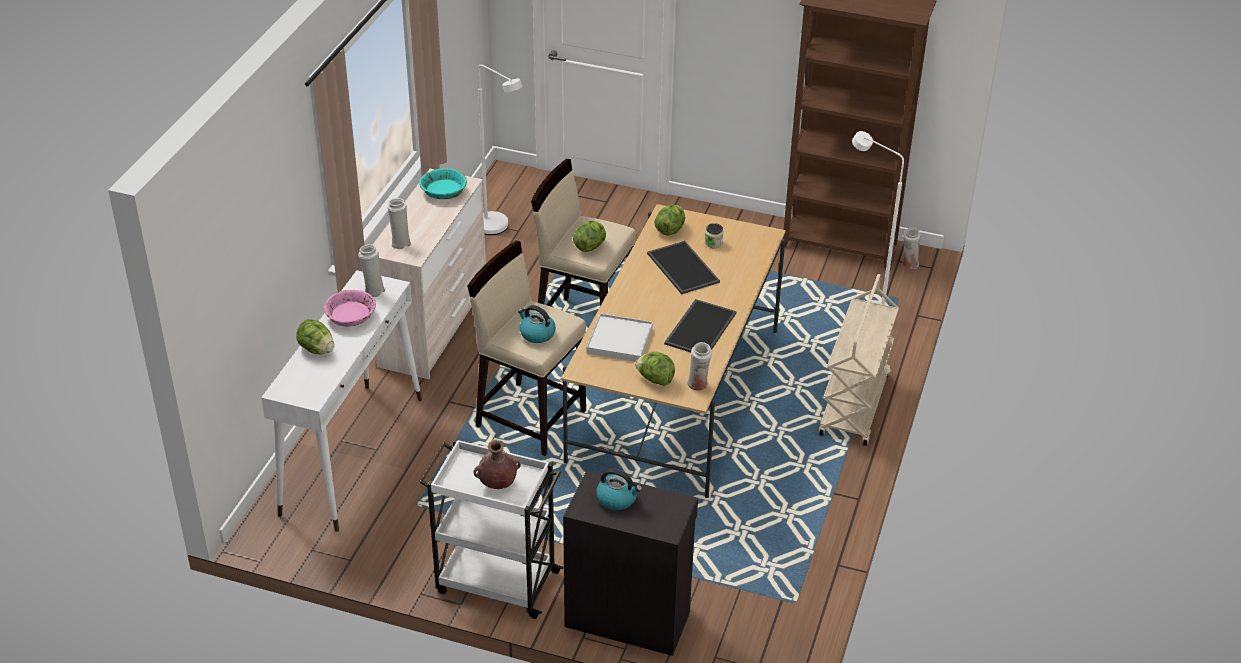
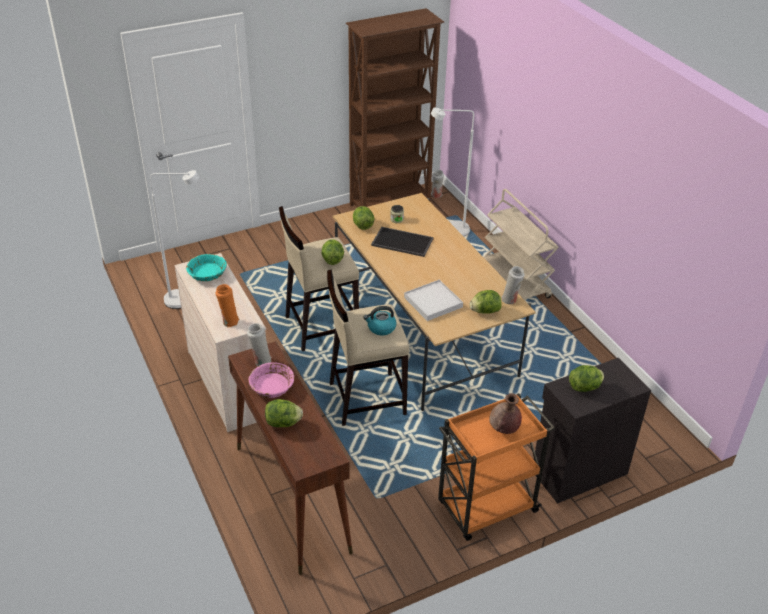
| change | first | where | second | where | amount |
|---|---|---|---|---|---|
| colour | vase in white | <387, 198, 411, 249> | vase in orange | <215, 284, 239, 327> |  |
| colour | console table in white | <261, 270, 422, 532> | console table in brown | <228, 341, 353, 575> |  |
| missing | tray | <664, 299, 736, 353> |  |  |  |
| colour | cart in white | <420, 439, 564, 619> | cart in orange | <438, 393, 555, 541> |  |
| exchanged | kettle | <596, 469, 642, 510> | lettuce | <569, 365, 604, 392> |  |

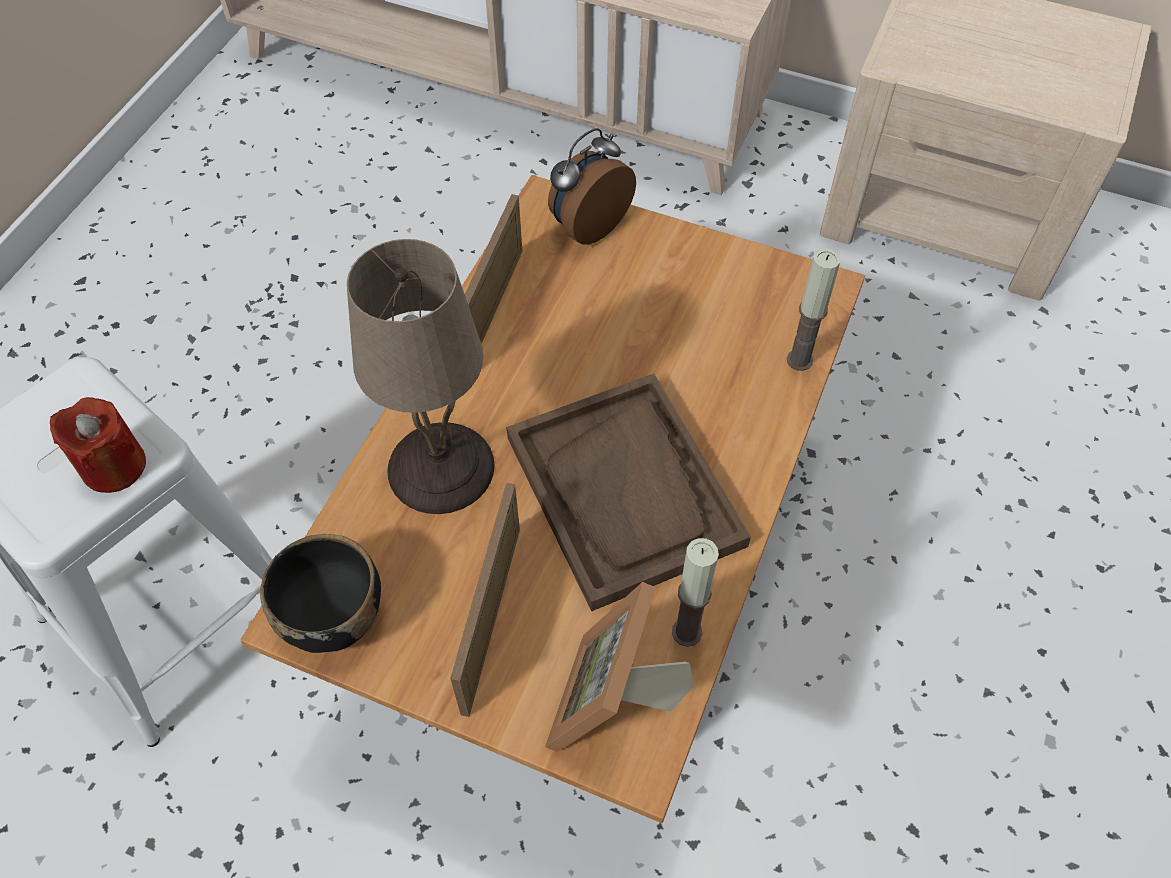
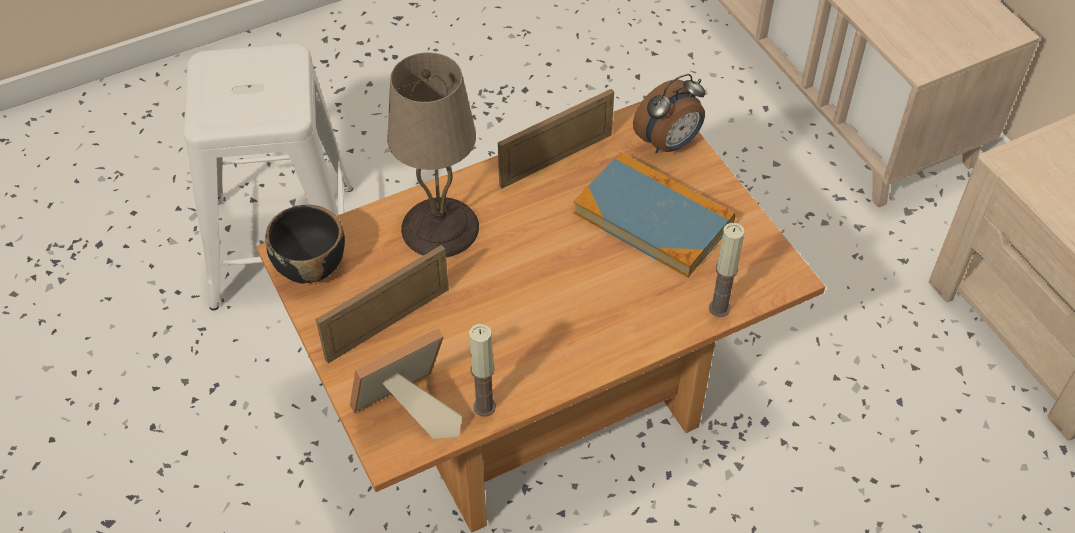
| change | first | where | second | where | amount |
|---|---|---|---|---|---|
| spun | alarm clock | <548, 128, 636, 244> |  | <633, 74, 706, 153> | 150 degrees clockwise |
| missing | tray in brown | <506, 374, 751, 612> |  |  |  |
| missing | candle in red | <50, 397, 146, 493> |  |  |  |
| appeared |  |  | book | <573, 152, 736, 277> |  |

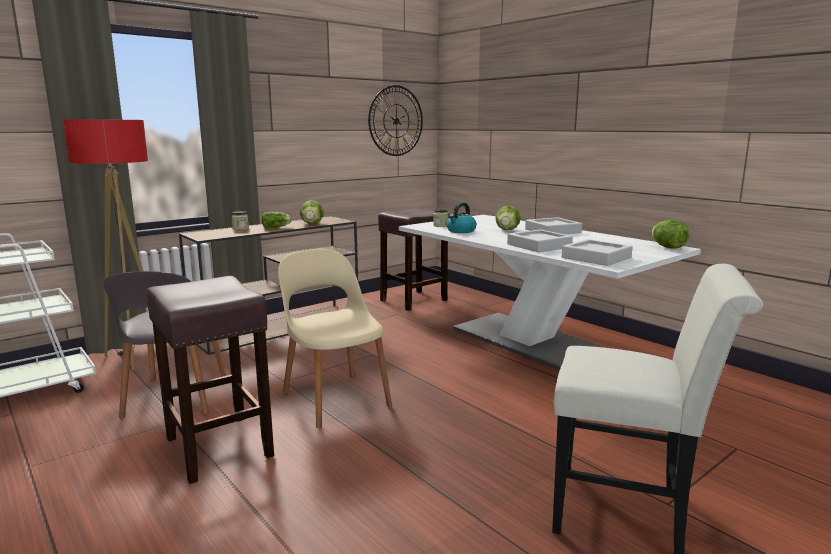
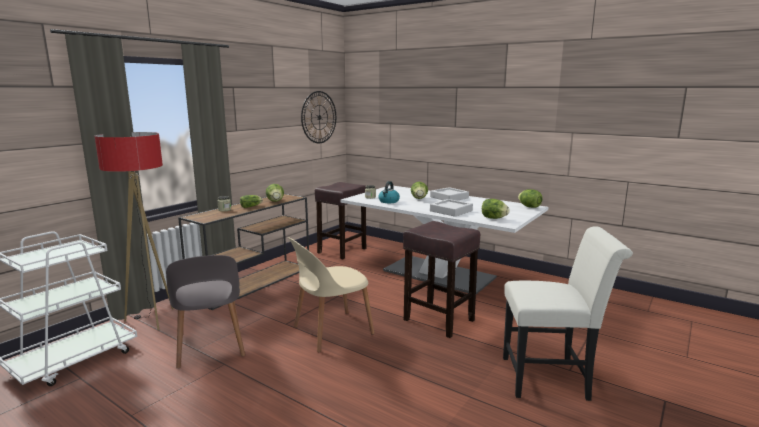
| change | first | where | second | where | amount |
|---|---|---|---|---|---|
| exchanged | tray in grey | <562, 239, 633, 266> | lettuce | <482, 199, 510, 219> |  |
| spun | chair in beige | <278, 249, 392, 428> |  | <288, 237, 375, 352> | 75 degrees counterclockwise |
| relocated | stool in brown | <146, 276, 274, 484> |  | <403, 221, 480, 338> |  |

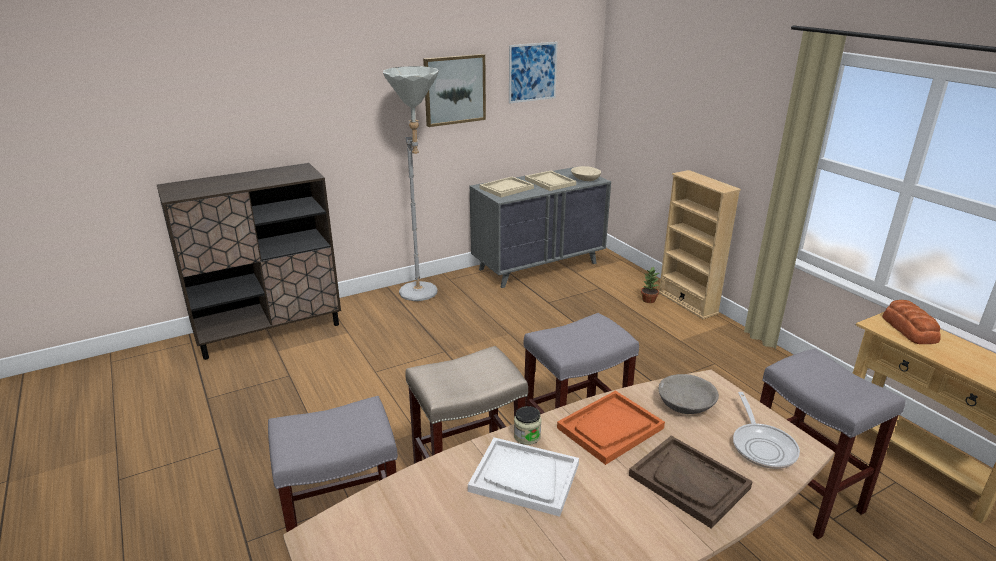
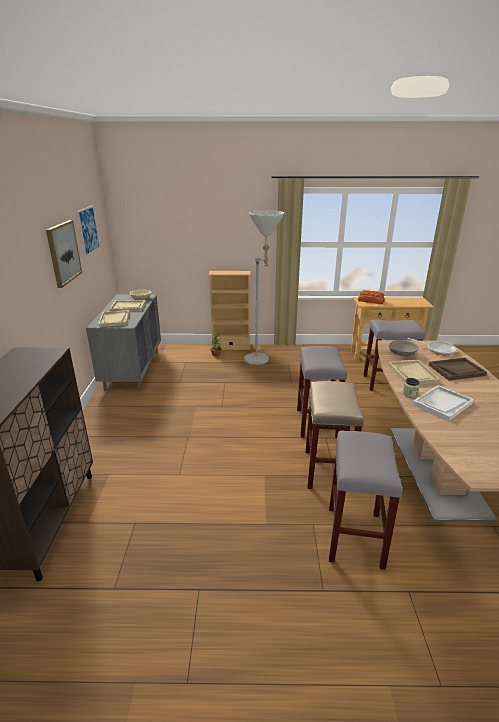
| change | first | where | second | where | amount |
|---|---|---|---|---|---|
| relocated | floor lamp in grey | <383, 66, 439, 301> |  | <244, 210, 284, 365> |  |
| colour | tray in orange | <557, 390, 665, 465> | tray in beige | <388, 360, 440, 385> |  |

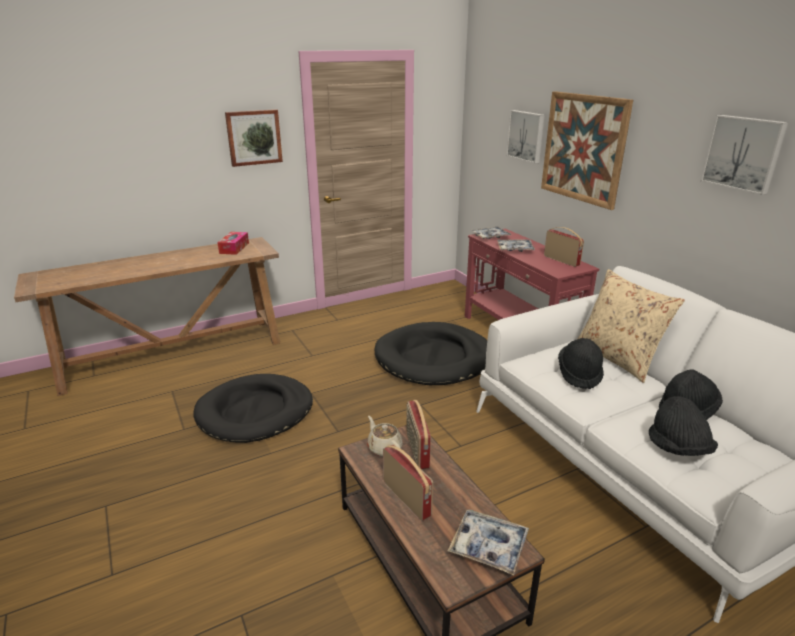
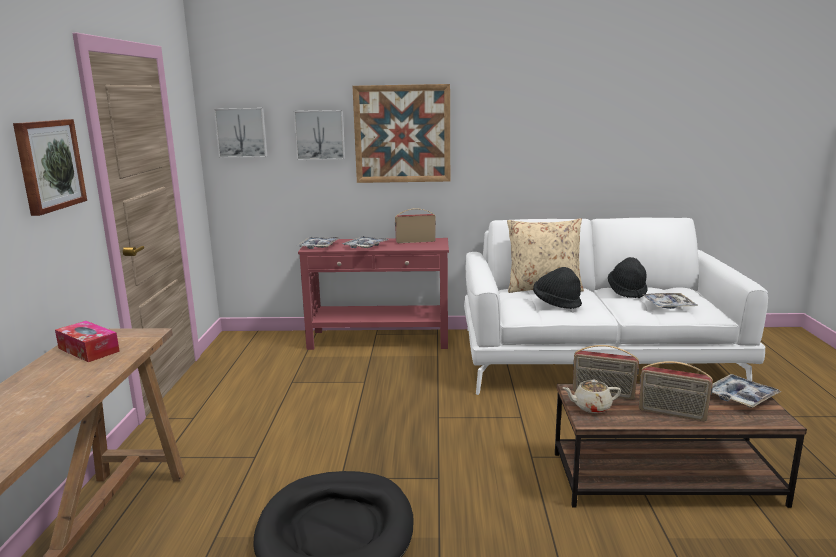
| change | first | where | second | where | amount |
|---|---|---|---|---|---|
| relocated | picture | <700, 115, 788, 195> |  | <214, 108, 268, 158> |  |
| missing | dog bed in black | <374, 322, 487, 385> |  |  |  |
| exchanged | hat in black | <649, 396, 718, 456> | tray | <643, 293, 698, 309> |  |
| spun | radio | <383, 445, 433, 521> |  | <638, 361, 713, 421> | 150 degrees counterclockwise |

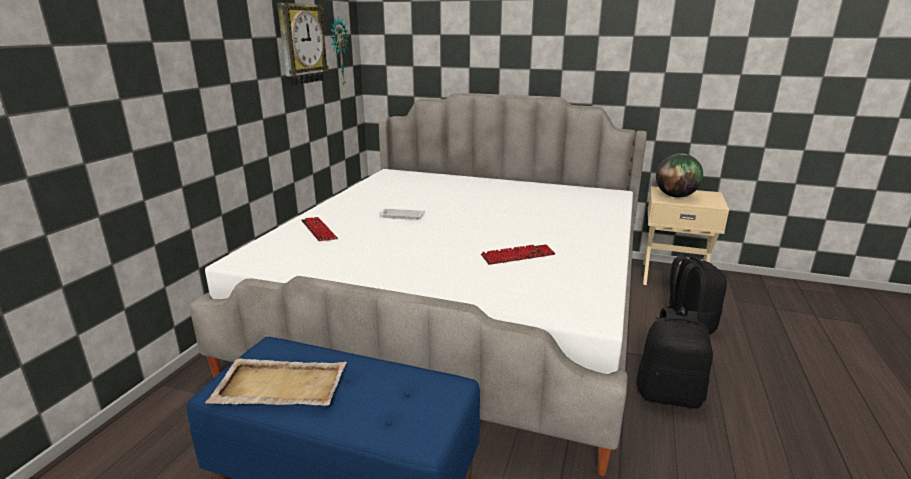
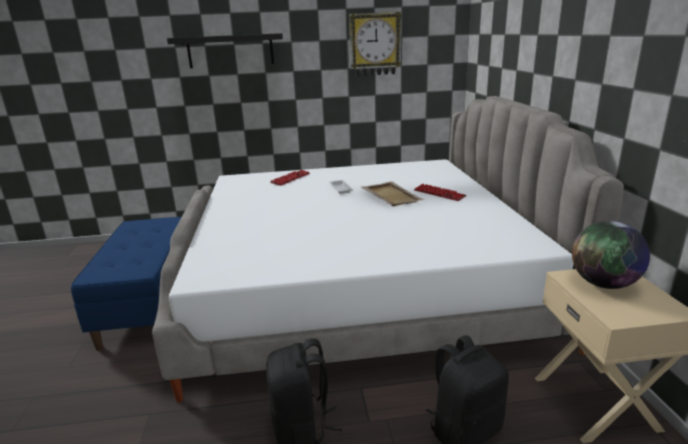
| change | first | where | second | where | amount |
|---|---|---|---|---|---|
| missing | wall clock | <330, 17, 349, 85> |  |  |  |
| relocated | keyboard | <481, 244, 555, 265> |  | <414, 184, 467, 201> |  |
| relocated | tray in beige | <205, 358, 347, 406> |  | <361, 181, 425, 206> |  |
| appeared |  |  | shelf in black | <167, 33, 283, 68> |  |

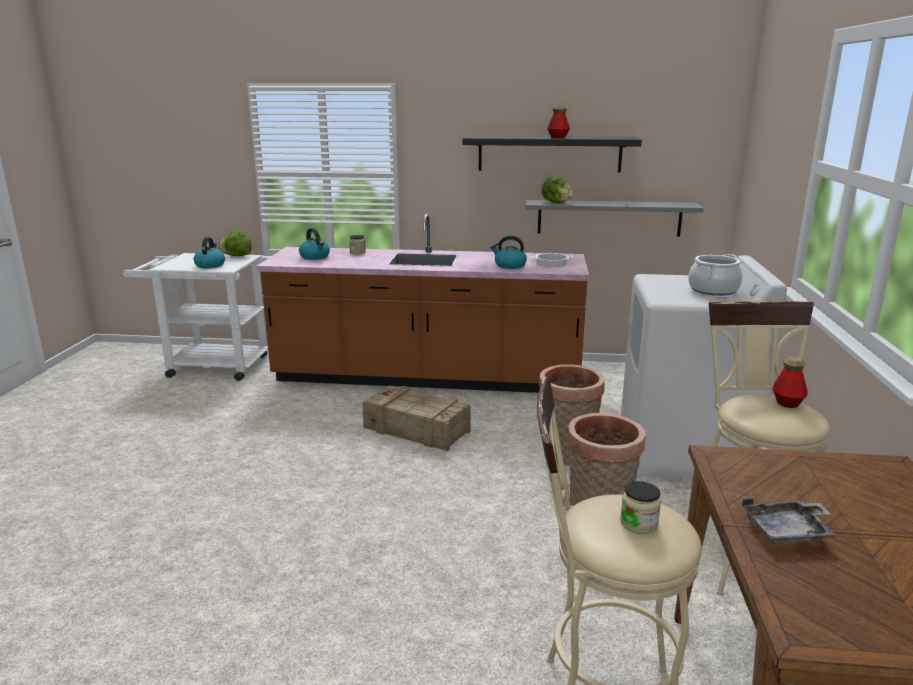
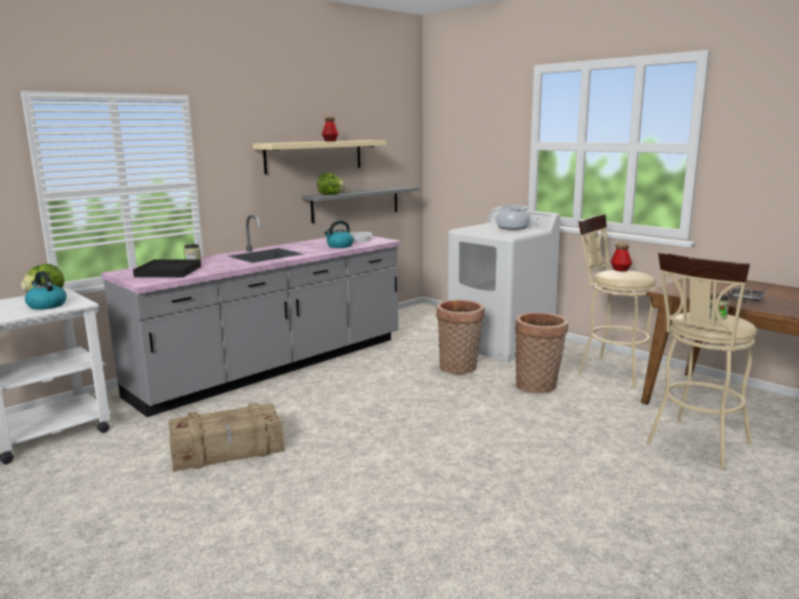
| change | first | where | second | where | amount |
|---|---|---|---|---|---|
| colour | shelf in black | <463, 136, 642, 173> | shelf in beige | <253, 140, 386, 174> |  |
| colour | counter in brown | <256, 214, 589, 393> | counter in grey | <101, 214, 401, 417> |  |
| exchanged | kettle | <299, 228, 330, 260> | tray in black | <133, 259, 201, 277> |  |
| relocated | crate | <362, 385, 471, 451> |  | <168, 402, 284, 472> |  |

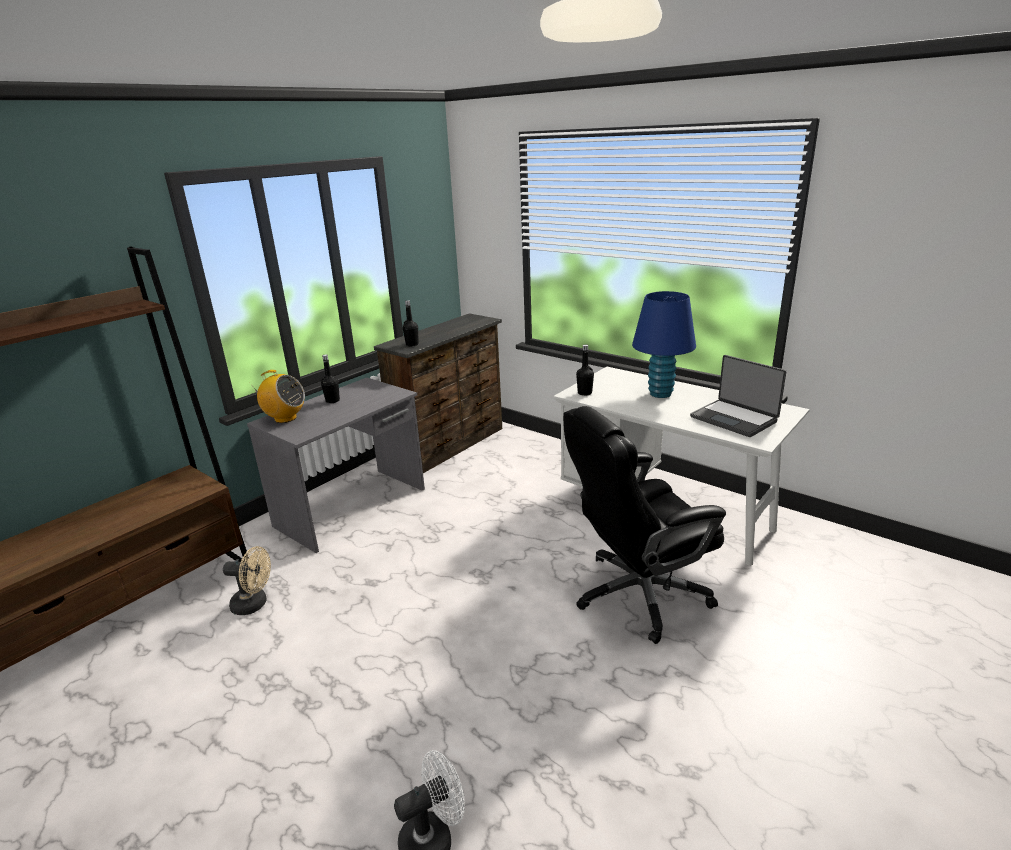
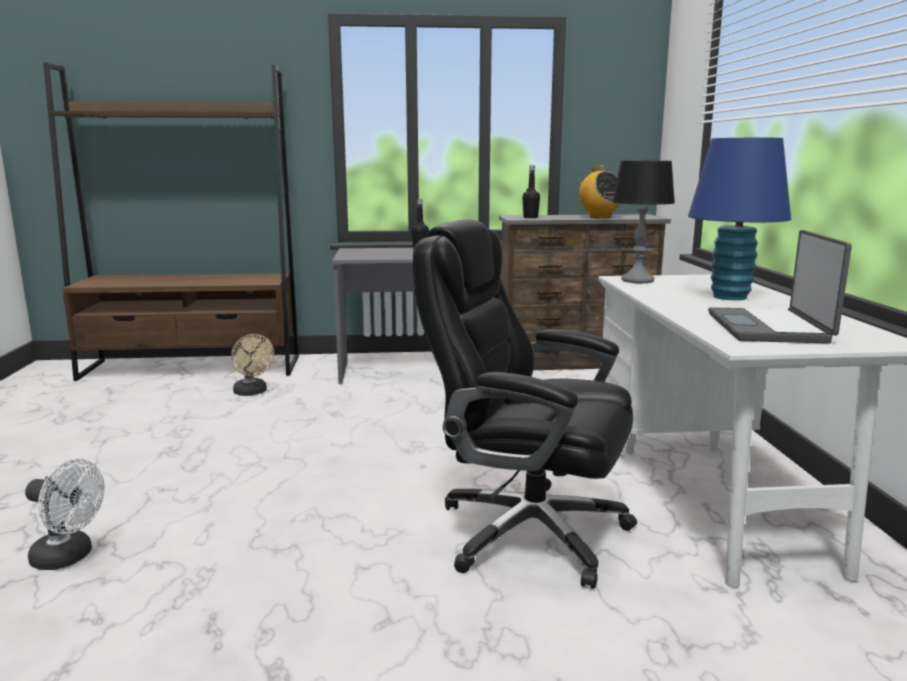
| change | first | where | second | where | amount |
|---|---|---|---|---|---|
| exchanged | bottle in black | <576, 345, 594, 396> | table lamp | <612, 161, 675, 283> |  |
| relocated | radio | <249, 370, 305, 423> |  | <578, 166, 620, 218> |  |

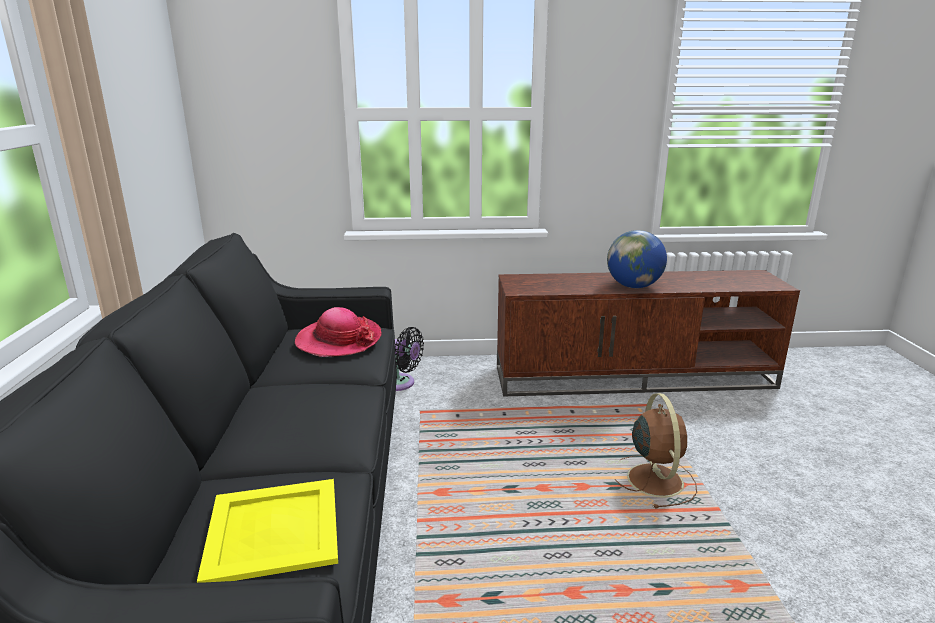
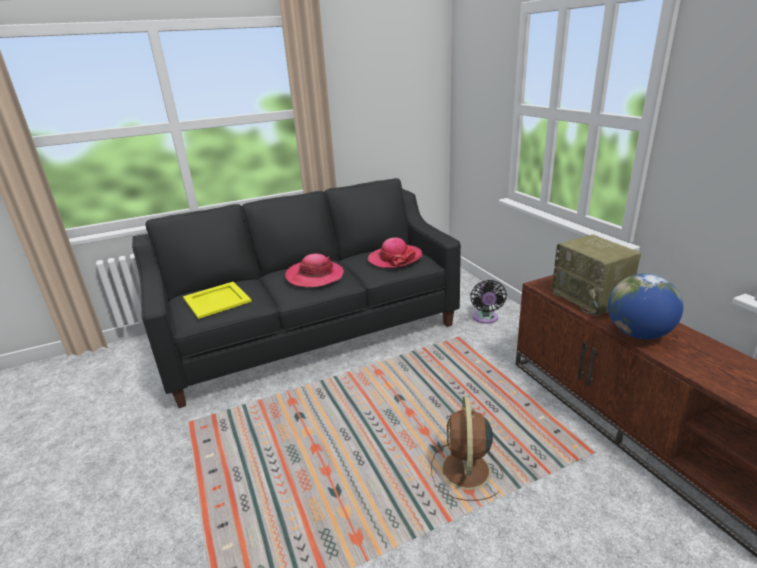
| change | first | where | second | where | amount |
|---|---|---|---|---|---|
| spun | fan in brown | <615, 393, 697, 508> |  | <431, 396, 504, 501> | 120 degrees clockwise |
| appeared |  |  | radio | <552, 235, 641, 317> |  |
| appeared |  |  | hat | <285, 253, 344, 287> |  |

